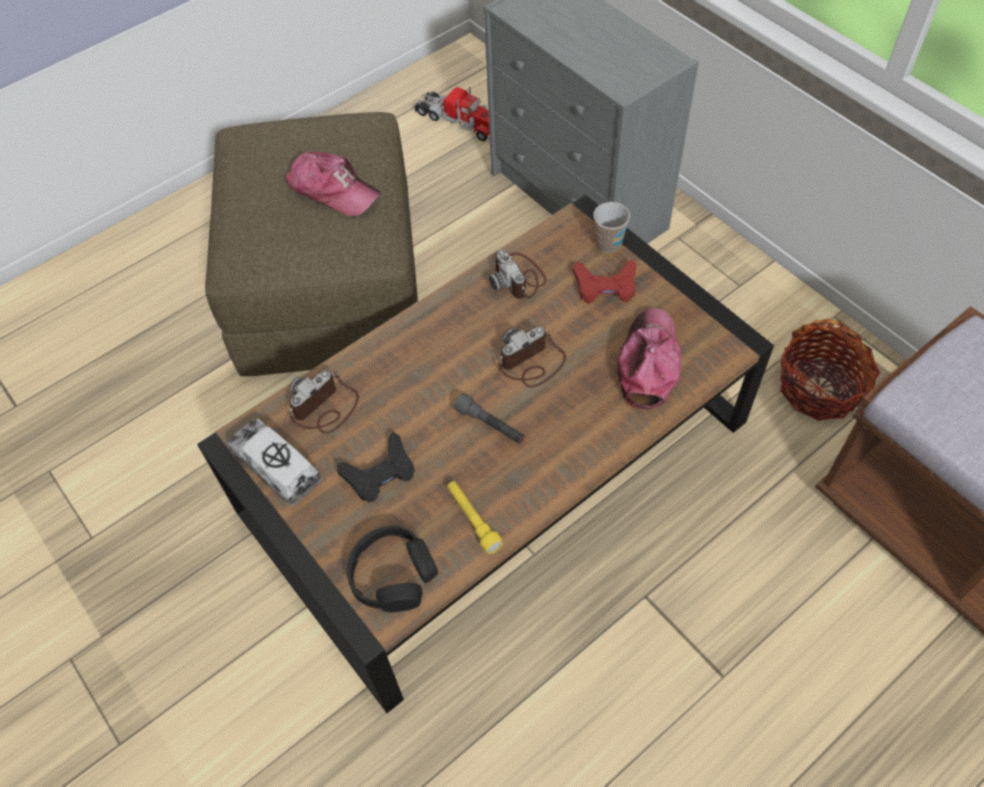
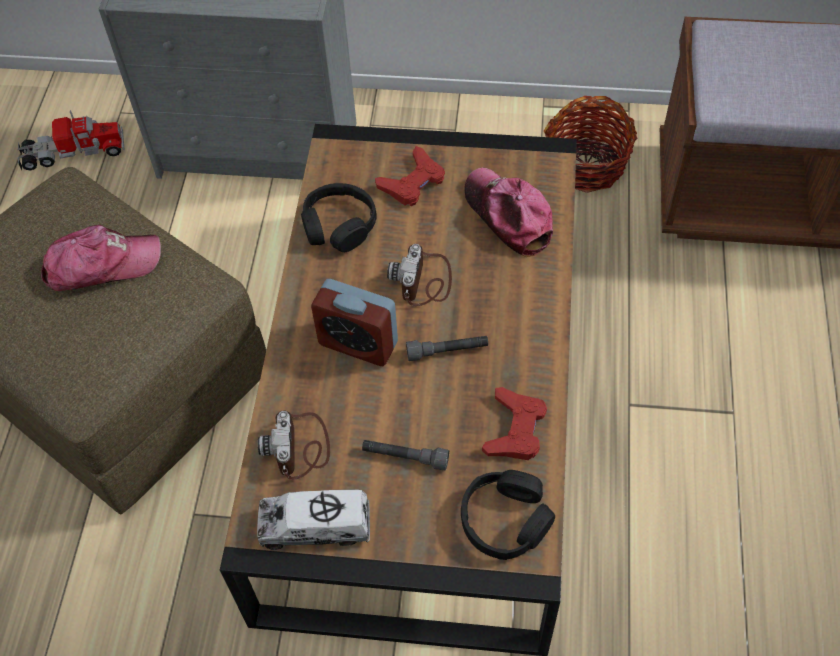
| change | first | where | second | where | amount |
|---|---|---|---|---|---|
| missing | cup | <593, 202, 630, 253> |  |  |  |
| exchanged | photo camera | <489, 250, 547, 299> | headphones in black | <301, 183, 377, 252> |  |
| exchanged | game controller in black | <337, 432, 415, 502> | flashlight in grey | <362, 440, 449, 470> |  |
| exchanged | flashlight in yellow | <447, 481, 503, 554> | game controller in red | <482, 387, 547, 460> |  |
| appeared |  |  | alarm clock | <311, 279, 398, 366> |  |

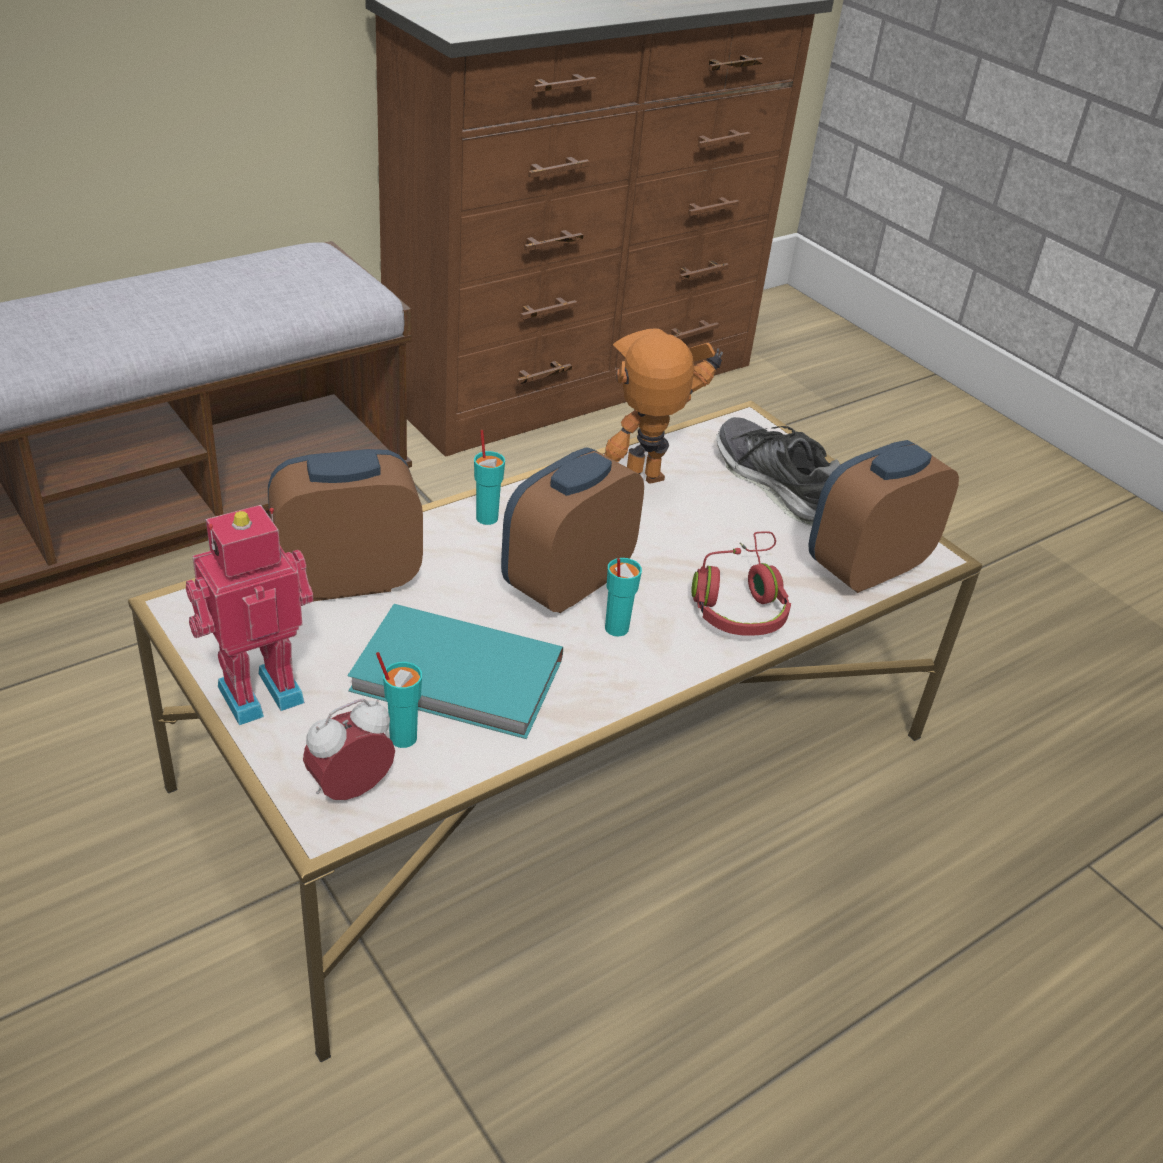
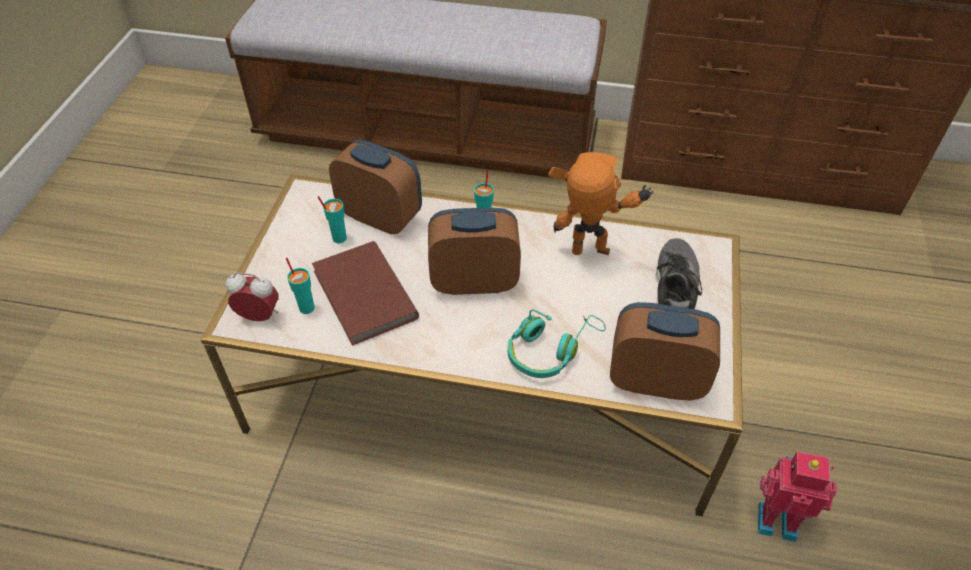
| change | first | where | second | where | amount |
|---|---|---|---|---|---|
| relocated | toy robot | <186, 505, 313, 725> |  | <758, 451, 837, 542> |  |
| colour | headphones in red | <692, 531, 791, 636> | headphones in turquoise | <508, 309, 606, 378> |  |
| relocated | cup in turquoise | <605, 558, 642, 636> |  | <318, 196, 347, 243> |  |
| colour | book in turquoise | <347, 604, 563, 739> | book in brown | <312, 241, 419, 346> |  |

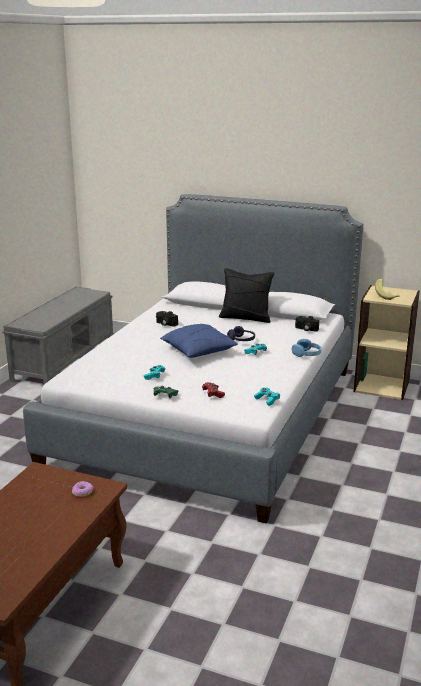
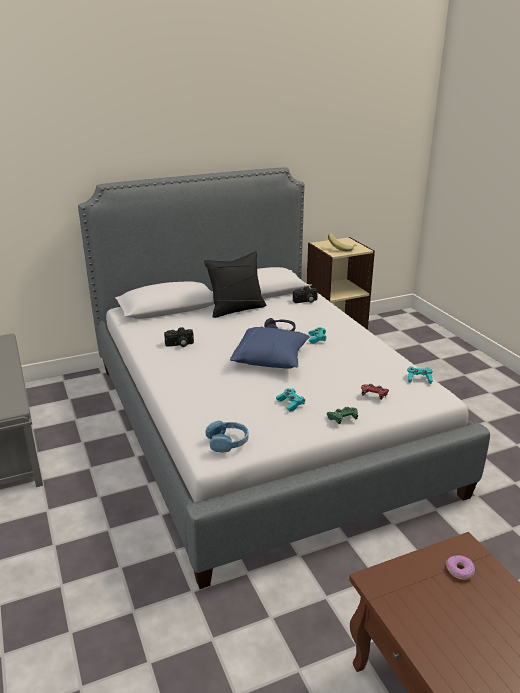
| change | first | where | second | where | amount |
|---|---|---|---|---|---|
| relocated | headphones in blue | <292, 339, 322, 357> |  | <205, 420, 248, 453> |  |

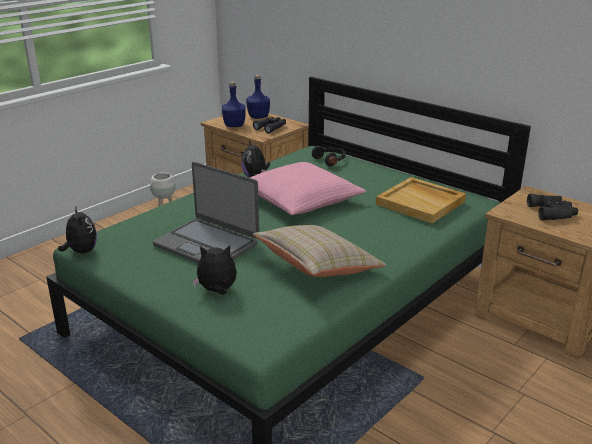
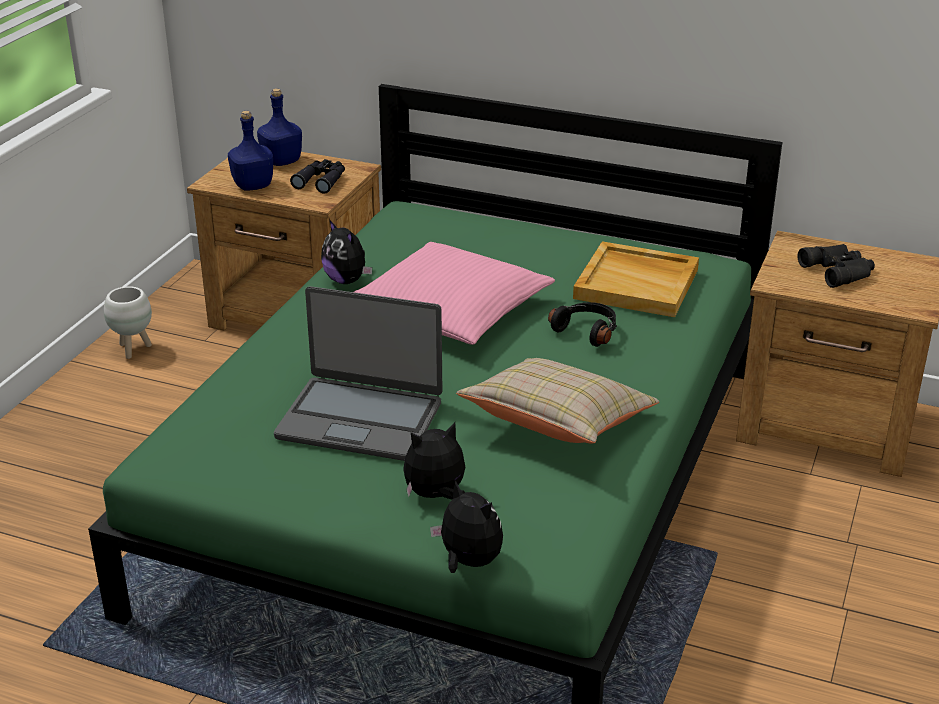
| change | first | where | second | where | amount |
|---|---|---|---|---|---|
| relocated | headphones in black | <312, 146, 346, 166> |  | <548, 302, 617, 347> |  |
| relocated | plush toy | <58, 206, 97, 254> |  | <430, 480, 503, 573> |  |

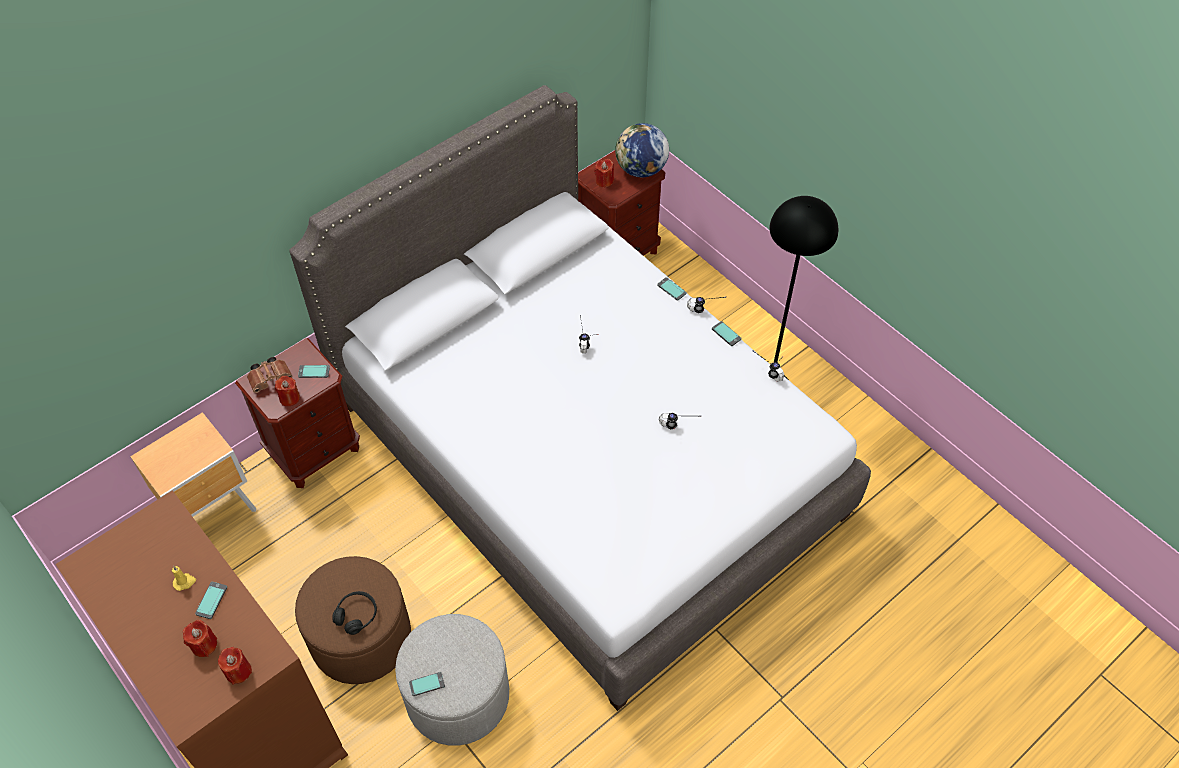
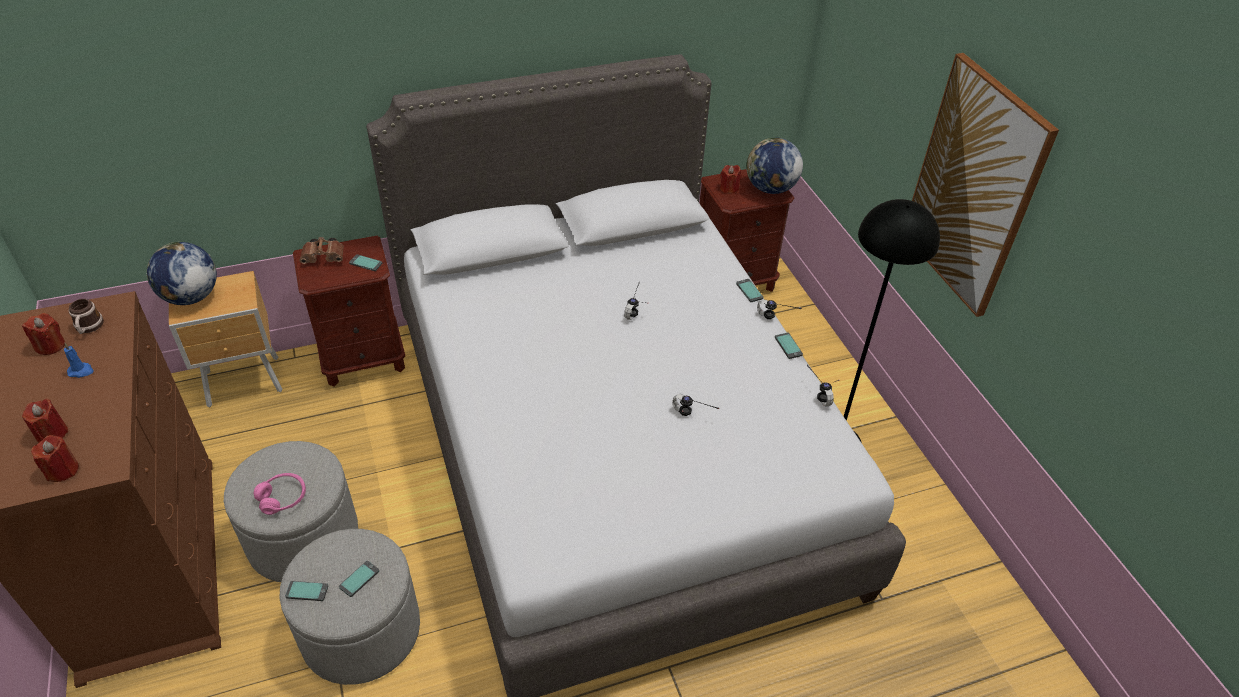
| change | first | where | second | where | amount |
|---|---|---|---|---|---|
| relocated | candle in red | <275, 376, 300, 406> |  | <22, 313, 65, 355> |  |
| colour | ottoman in brown | <295, 556, 411, 684> | ottoman in grey | <224, 441, 358, 582> |  |
| colour | candle in yellow | <172, 566, 196, 591> | candle in blue | <64, 343, 94, 378> |  |
| relocated | phone | <195, 582, 227, 619> |  | <339, 561, 379, 597> |  |
| colour | headphones in black | <332, 591, 377, 635> | headphones in pink | <254, 473, 306, 515> |  |
| appeared |  |  | picture | <912, 53, 1059, 317> |  |
| appeared |  |  | globe | <146, 242, 217, 305> |  |
| appeared |  |  | mug | <69, 299, 104, 334> |  |

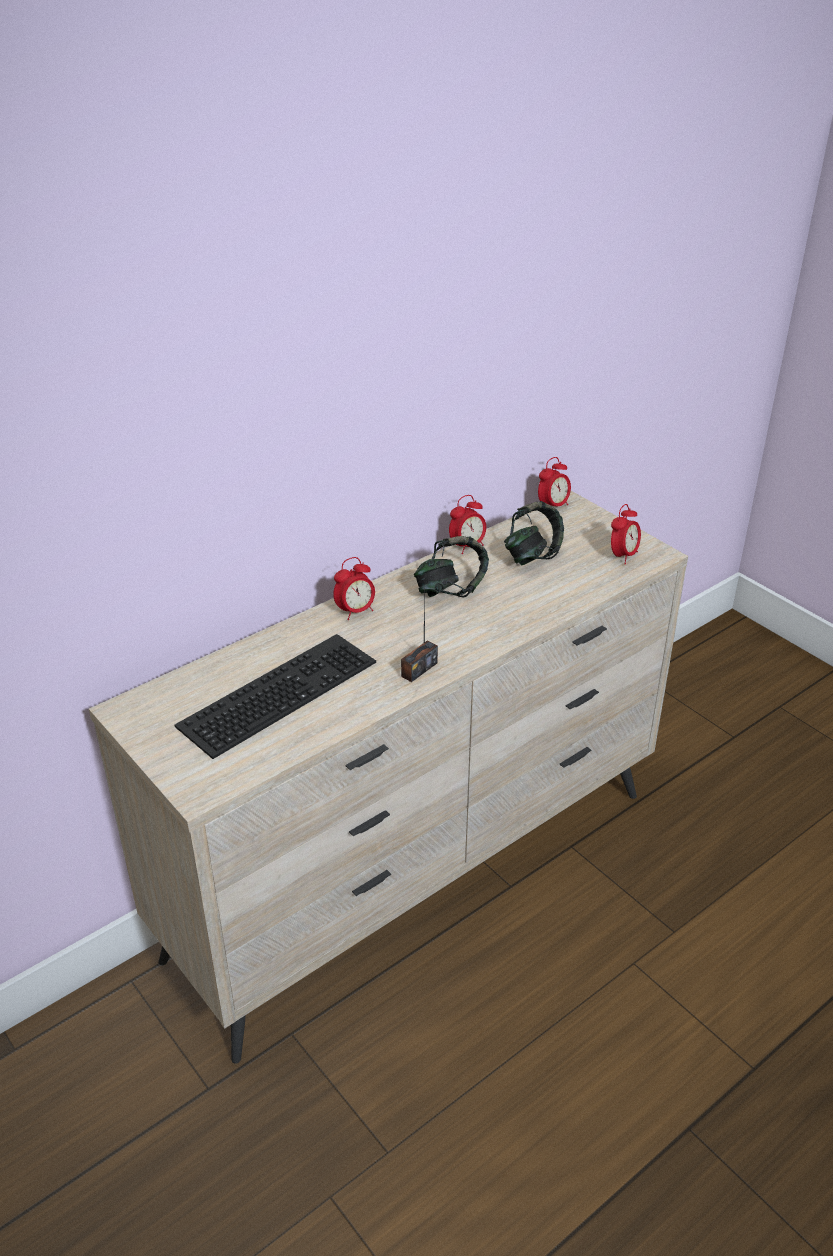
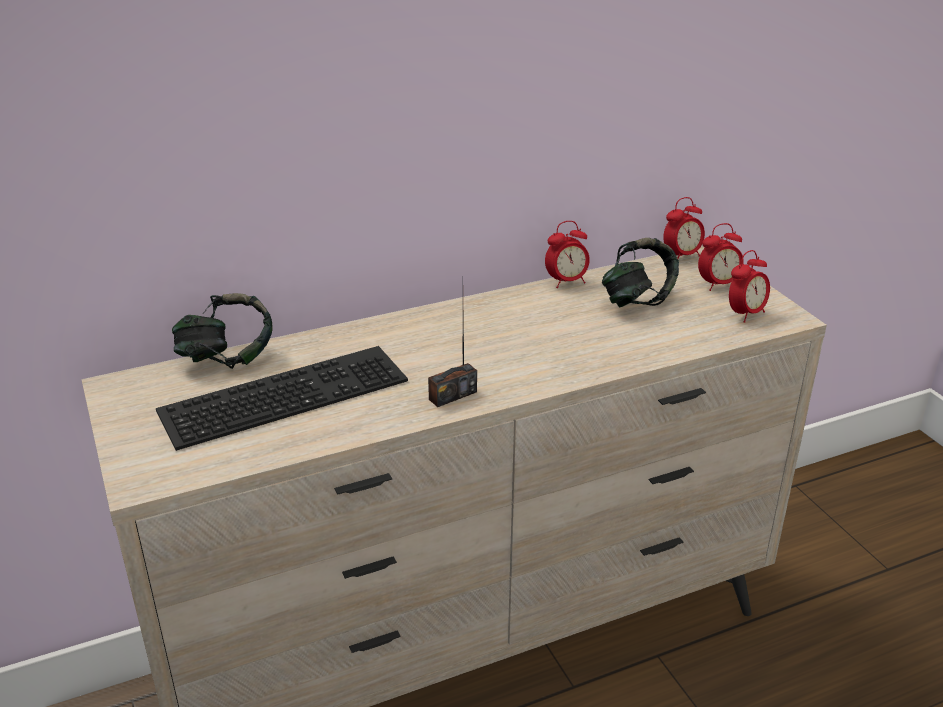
| change | first | where | second | where | amount |
|---|---|---|---|---|---|
| relocated | headphones | <414, 536, 489, 597> |  | <172, 293, 272, 369> |  |
| relocated | alarm clock | <333, 557, 375, 620> |  | <698, 223, 744, 291> |  |

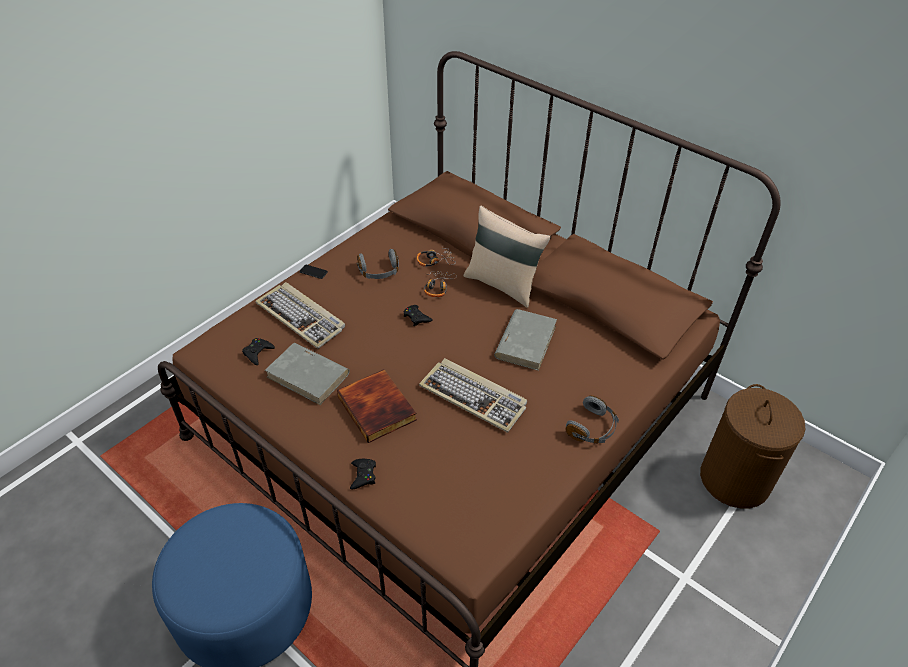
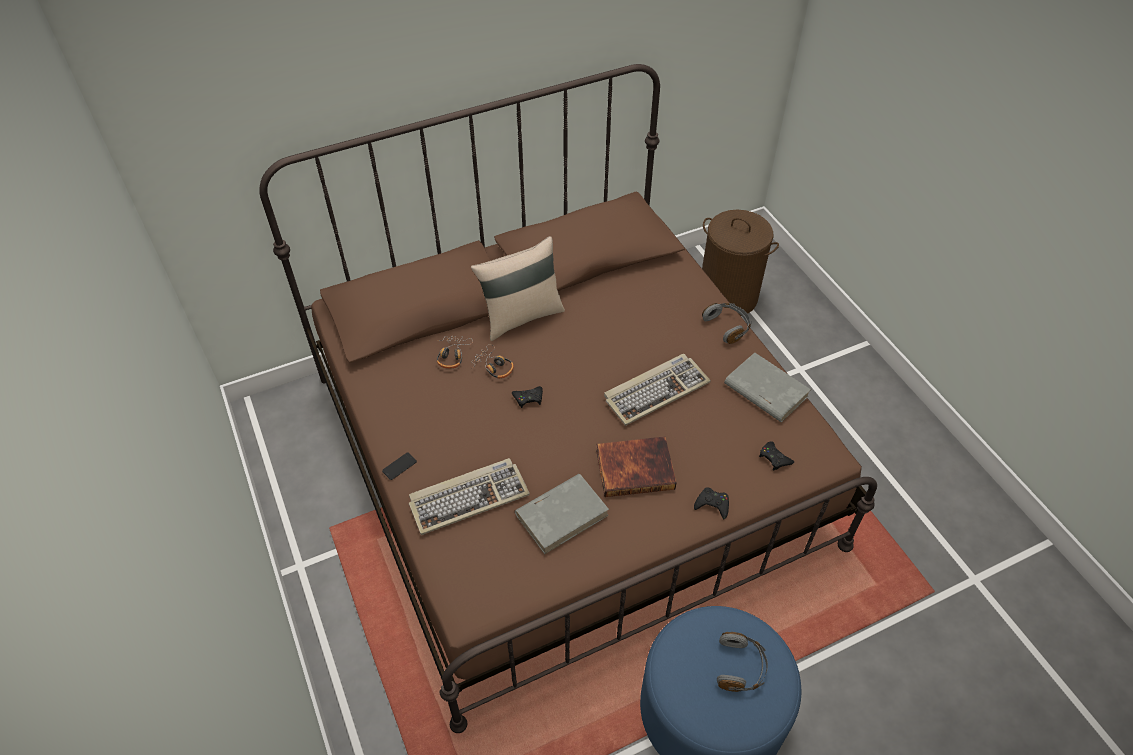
| change | first | where | second | where | amount |
|---|---|---|---|---|---|
| relocated | headphones in grey | <357, 249, 399, 279> |  | <717, 632, 768, 692> |  |
| relocated | book in grey | <494, 309, 557, 371> |  | <724, 353, 811, 422> |  |
| relocated | game controller in black | <242, 338, 275, 365> |  | <759, 441, 794, 470> |  |

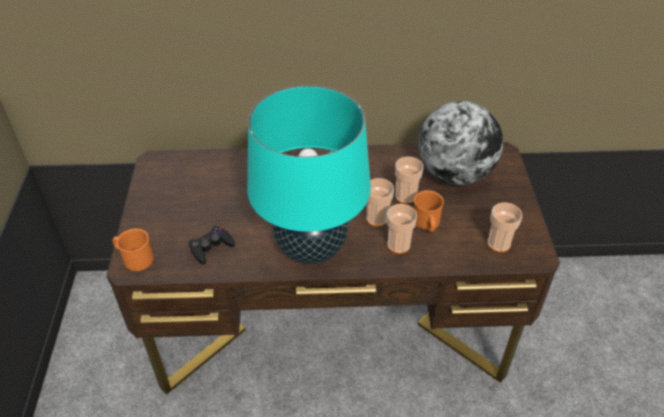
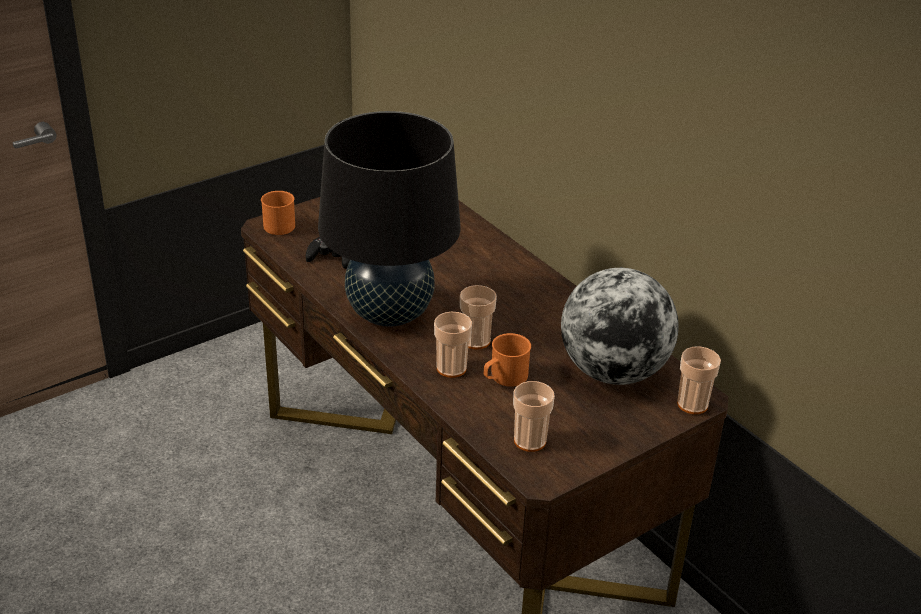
| change | first | where | second | where | amount |
|---|---|---|---|---|---|
| colour | table lamp in turquoise | <247, 85, 371, 264> | table lamp in black | <318, 111, 461, 327> |  |
| relocated | cup | <395, 157, 423, 204> |  | <677, 346, 721, 414> |  |

